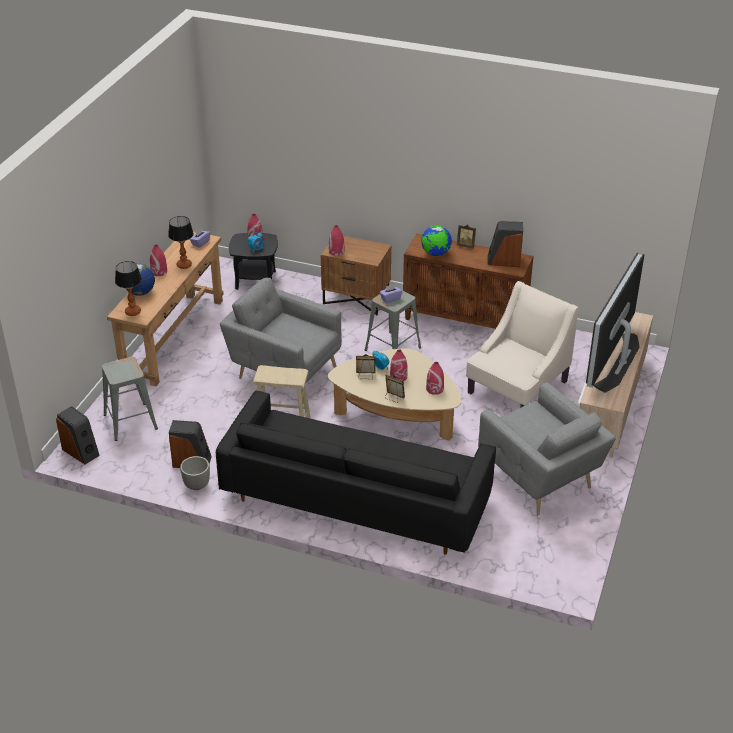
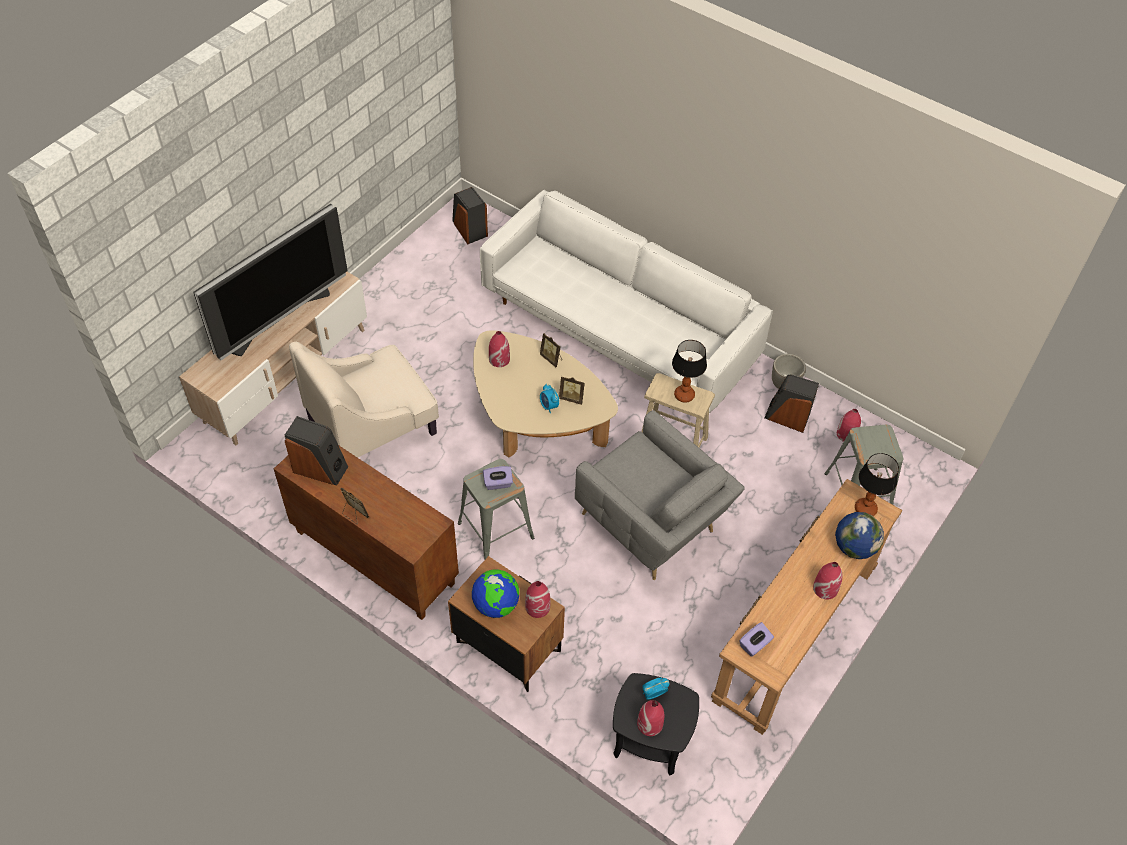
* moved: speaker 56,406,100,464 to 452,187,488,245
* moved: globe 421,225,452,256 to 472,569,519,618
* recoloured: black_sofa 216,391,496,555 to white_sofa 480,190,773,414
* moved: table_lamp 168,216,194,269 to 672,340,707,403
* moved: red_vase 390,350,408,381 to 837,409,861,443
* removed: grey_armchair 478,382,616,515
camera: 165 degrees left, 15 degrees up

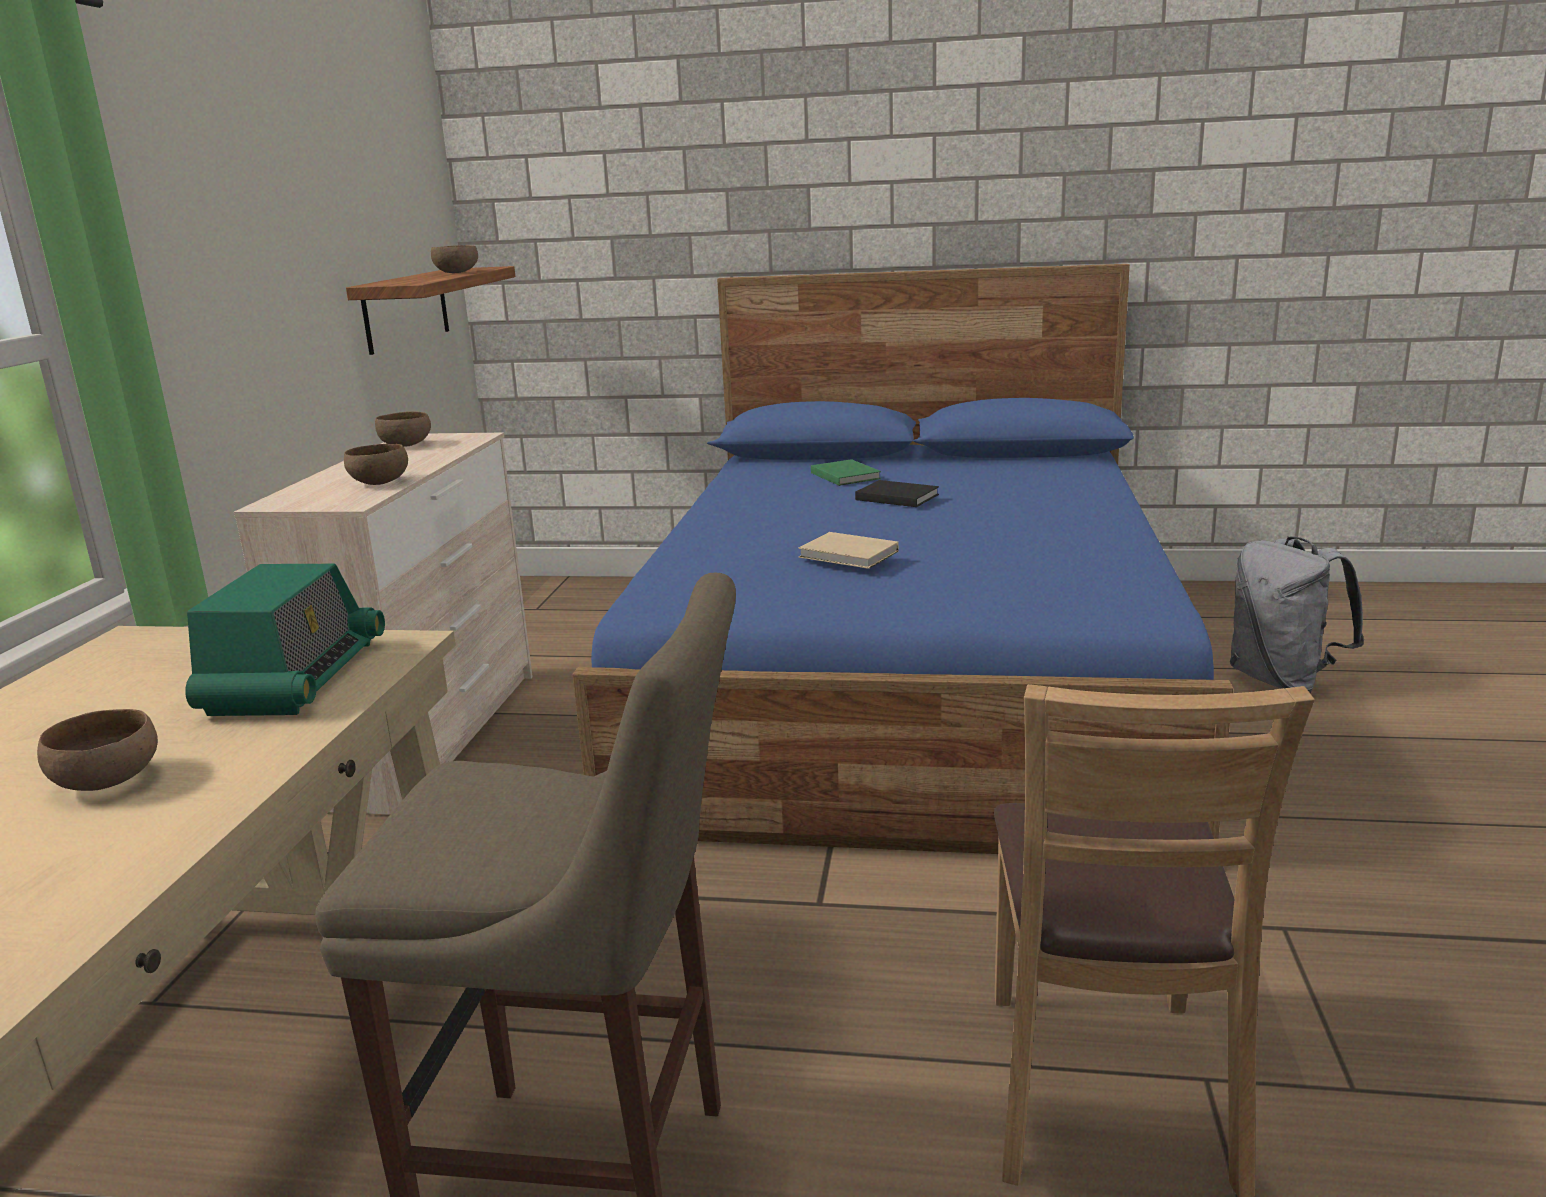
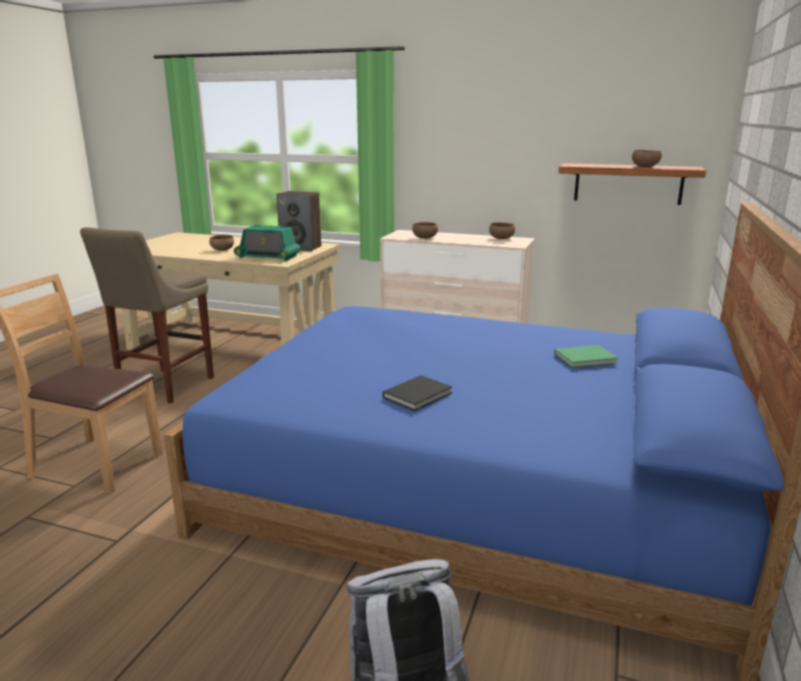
* added: speaker 276,191,321,251
* moved: black_book 855,480,939,507 to 383,375,452,411
* removed: beige_book 798,532,899,569
camera: 100 degrees right, 0 degrees up

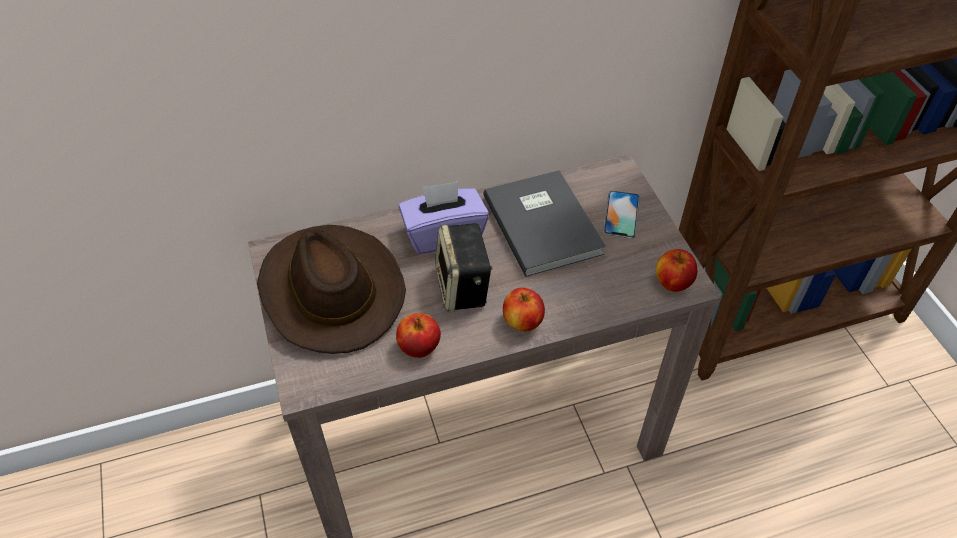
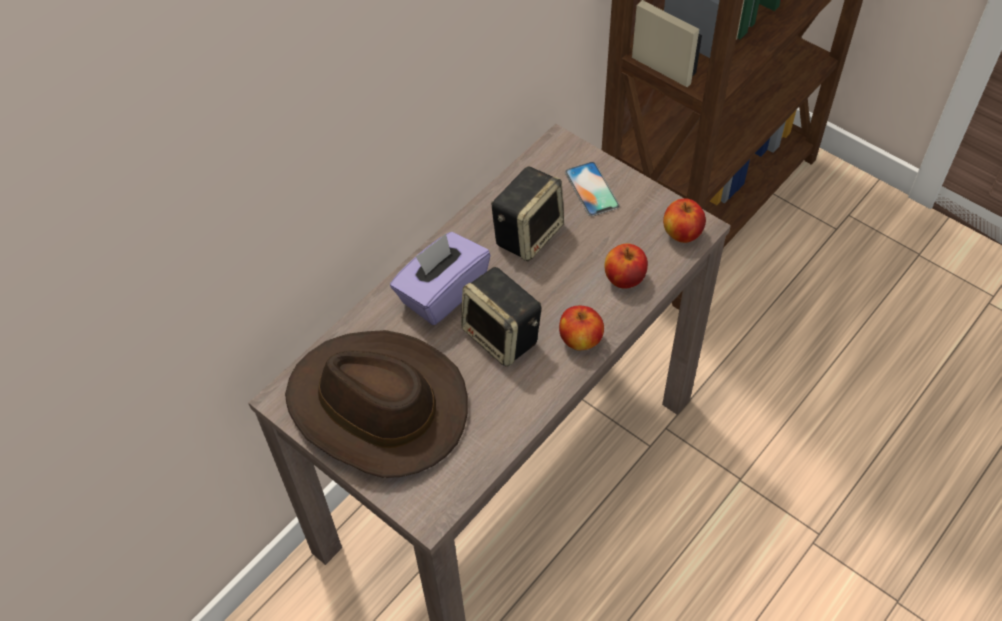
* replaced: grey_book 483,170,606,277 to speaker 491,166,564,261
* moved: apple 396,313,441,358 to 605,243,648,289
camera: 30 degrees left, 5 degrees up

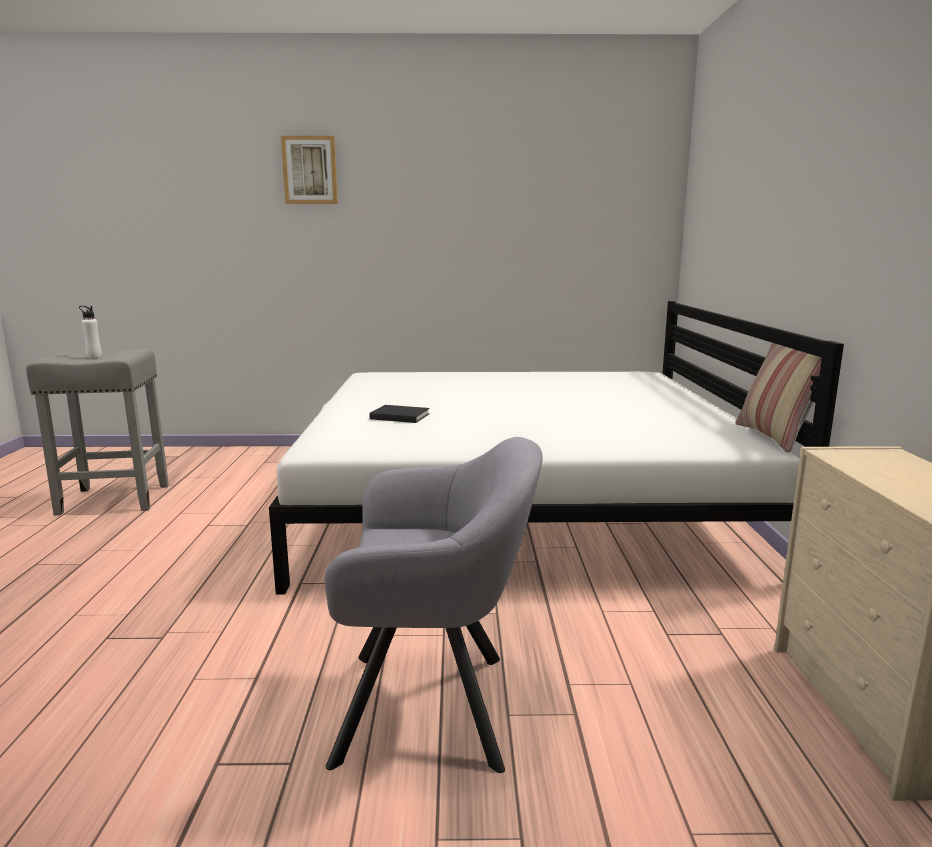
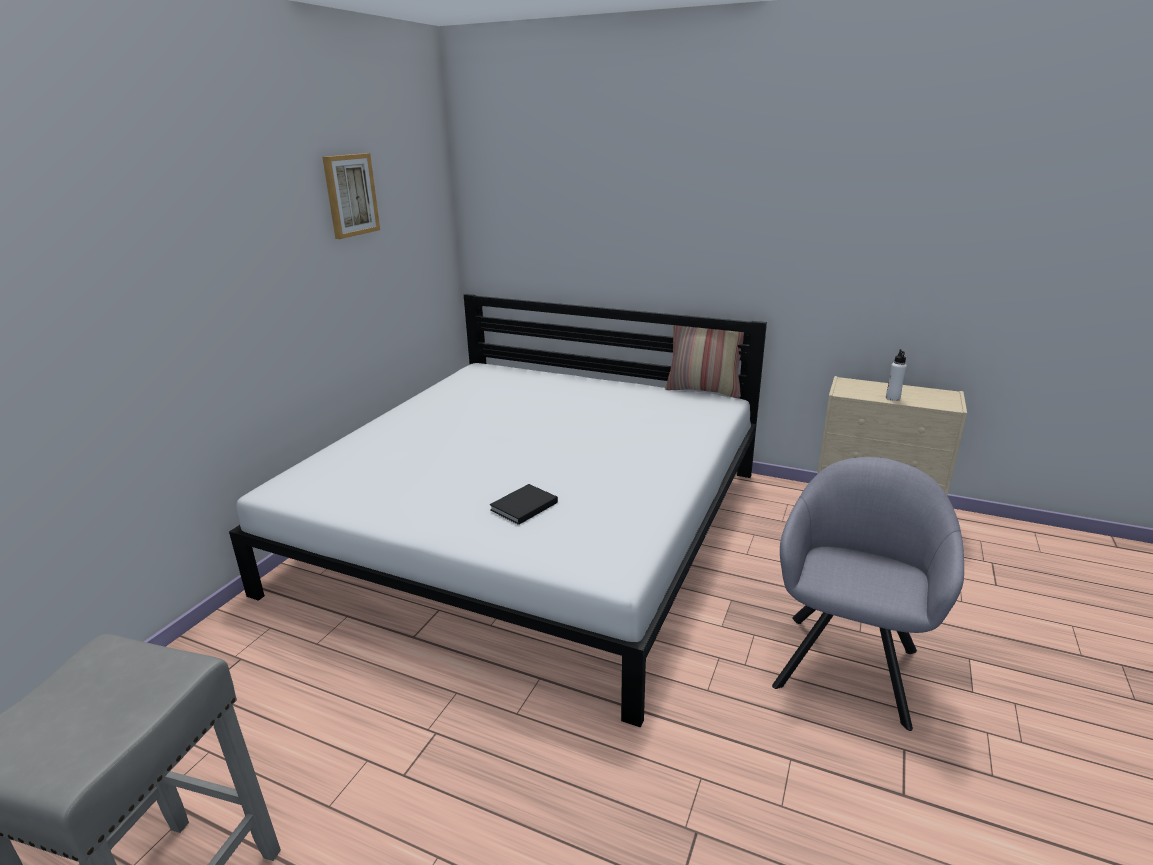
* moved: picture 281,136,338,204 to 322,153,380,239
* moved: white_bottle 79,306,102,358 to 886,349,907,401
camera: 65 degrees left, 10 degrees up

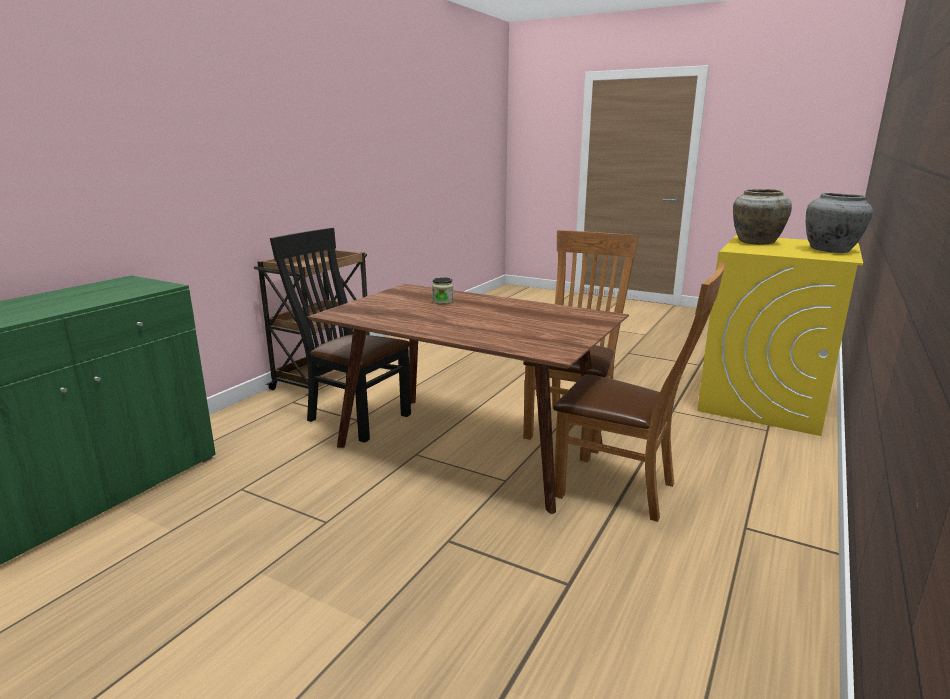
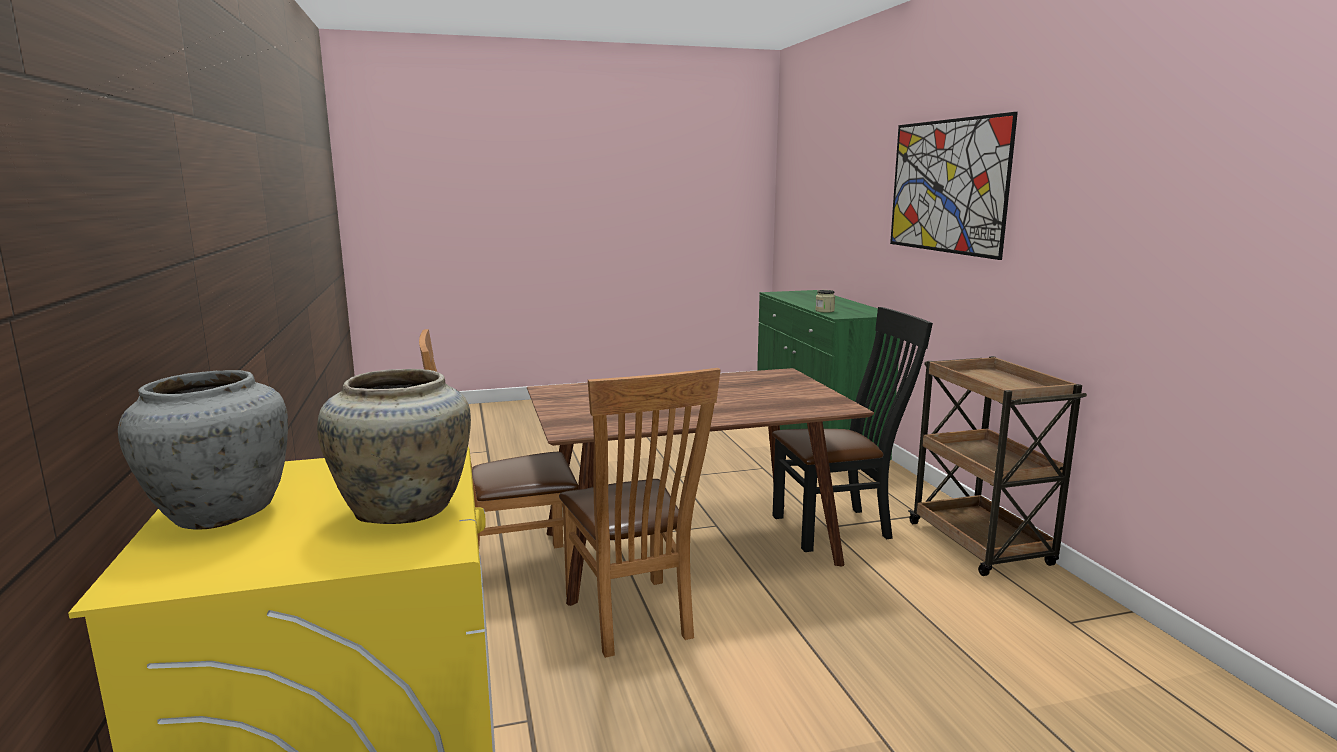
* moved: jar 432,277,454,304 to 815,290,835,313
* added: picture 890,112,1018,260
camera: 135 degrees right, 5 degrees down

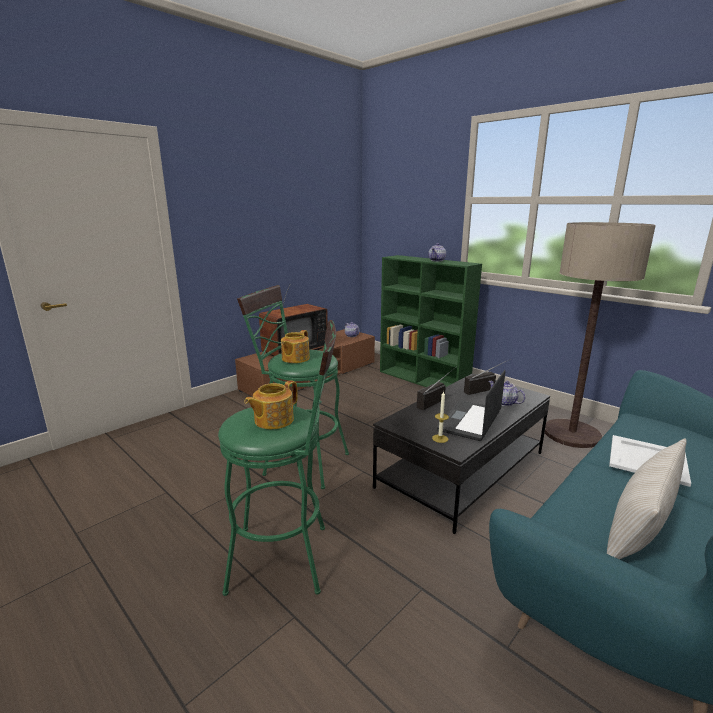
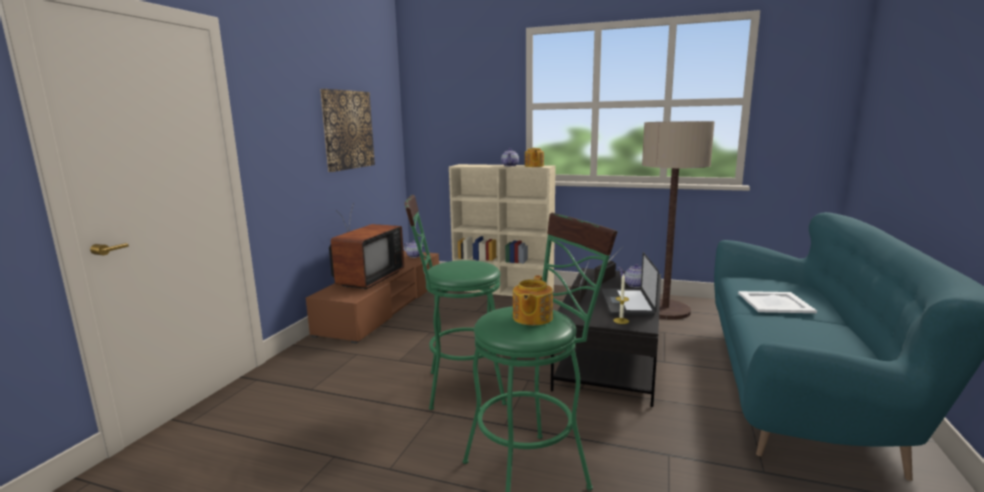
* added: picture 320,89,375,172
* recoloured: green_bookcase 380,255,482,387 to beige_bookcase 449,164,556,296
* moved: teapot 281,330,310,363 to 525,148,544,167
* removed: beige_pillow 607,438,687,559
camera: 25 degrees left, 5 degrees down

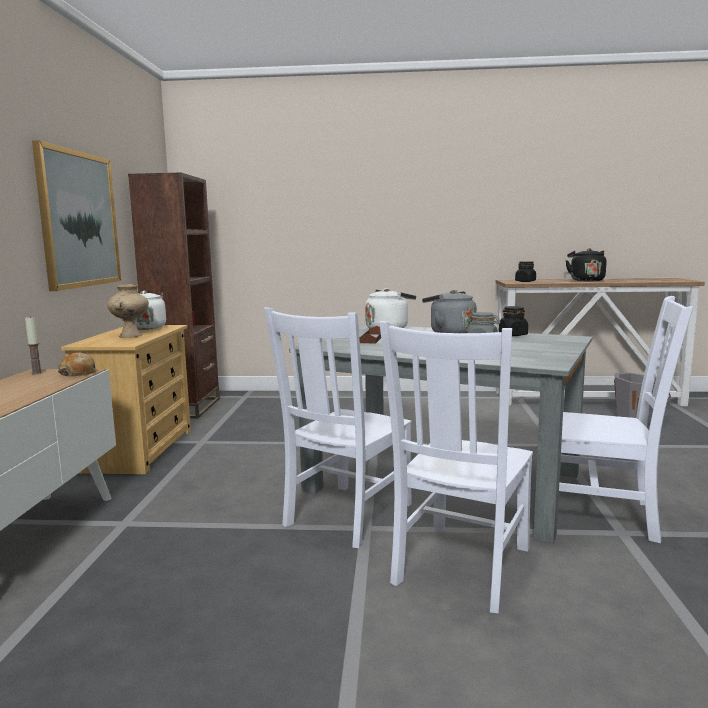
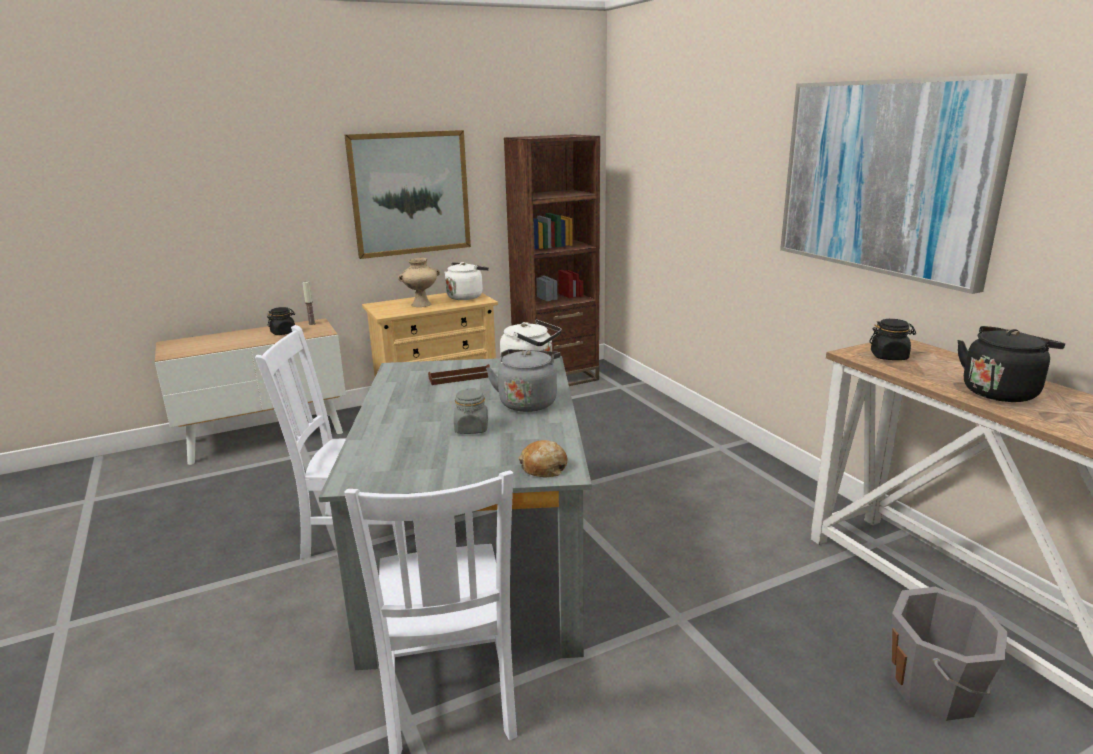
* moved: black_jar 499,306,528,336 to 267,307,295,335
* moved: bread 58,353,97,376 to 519,440,568,477
* added: picture 780,74,1028,294
* removed: white_chair 379,321,533,613
camera: 60 degrees right, 10 degrees up

